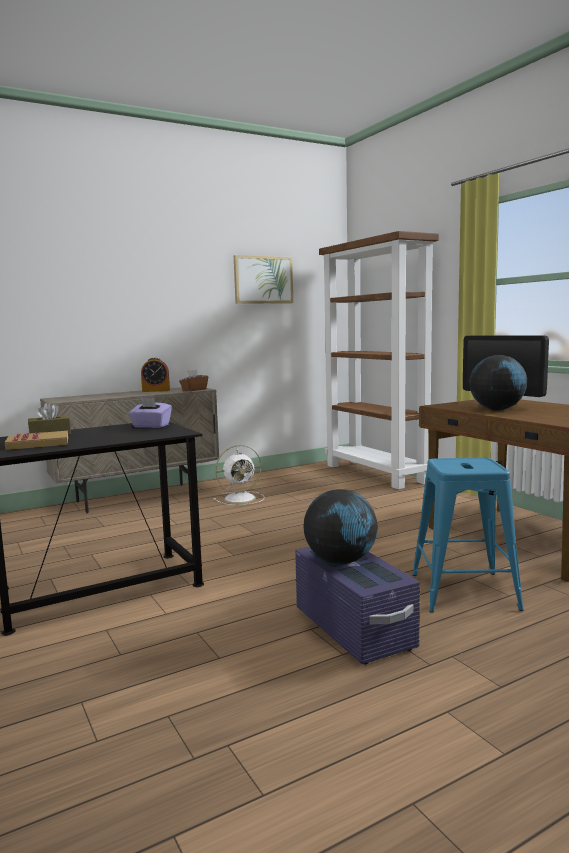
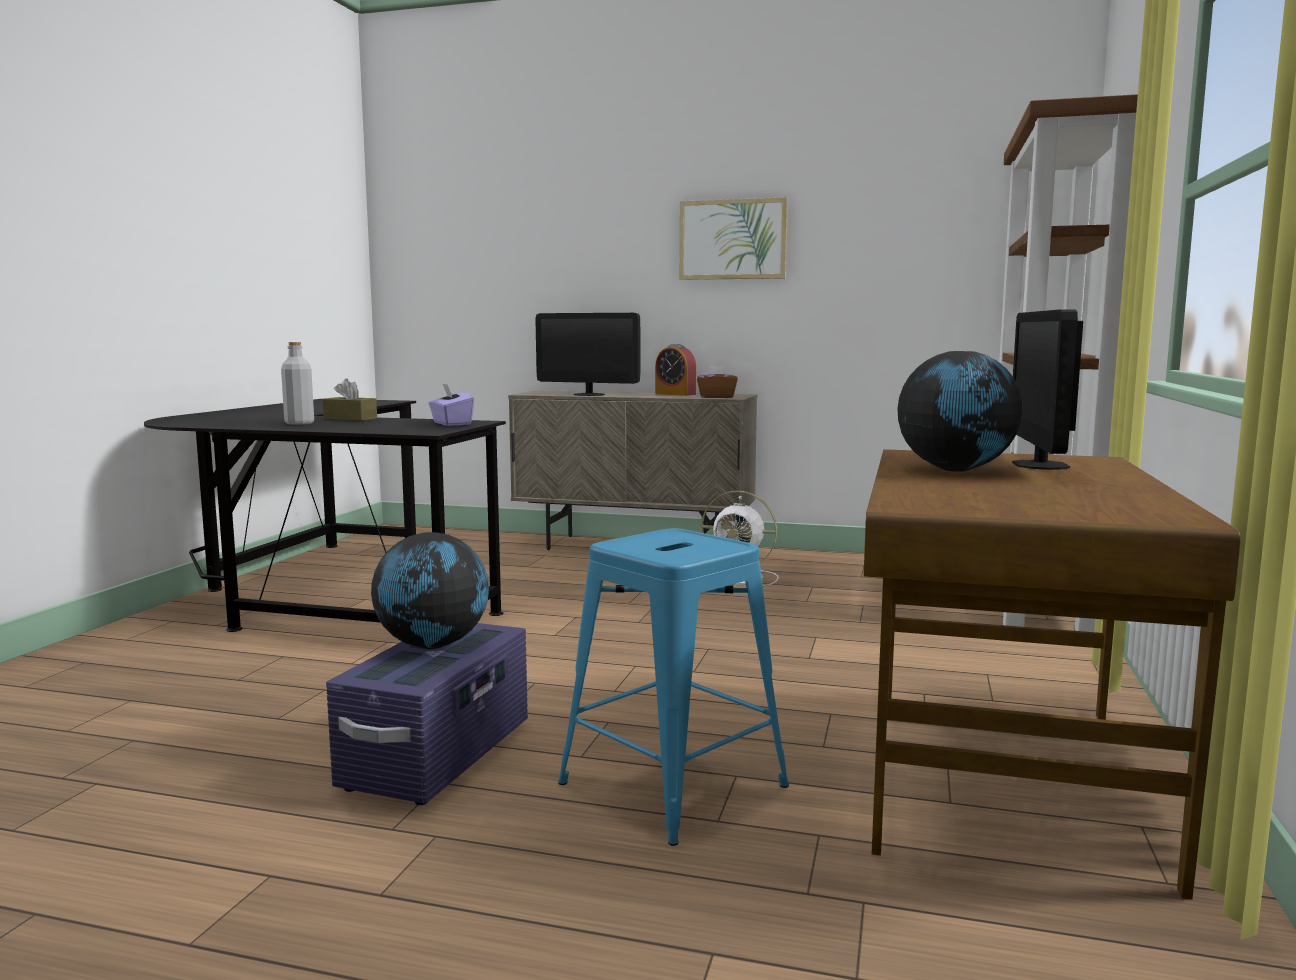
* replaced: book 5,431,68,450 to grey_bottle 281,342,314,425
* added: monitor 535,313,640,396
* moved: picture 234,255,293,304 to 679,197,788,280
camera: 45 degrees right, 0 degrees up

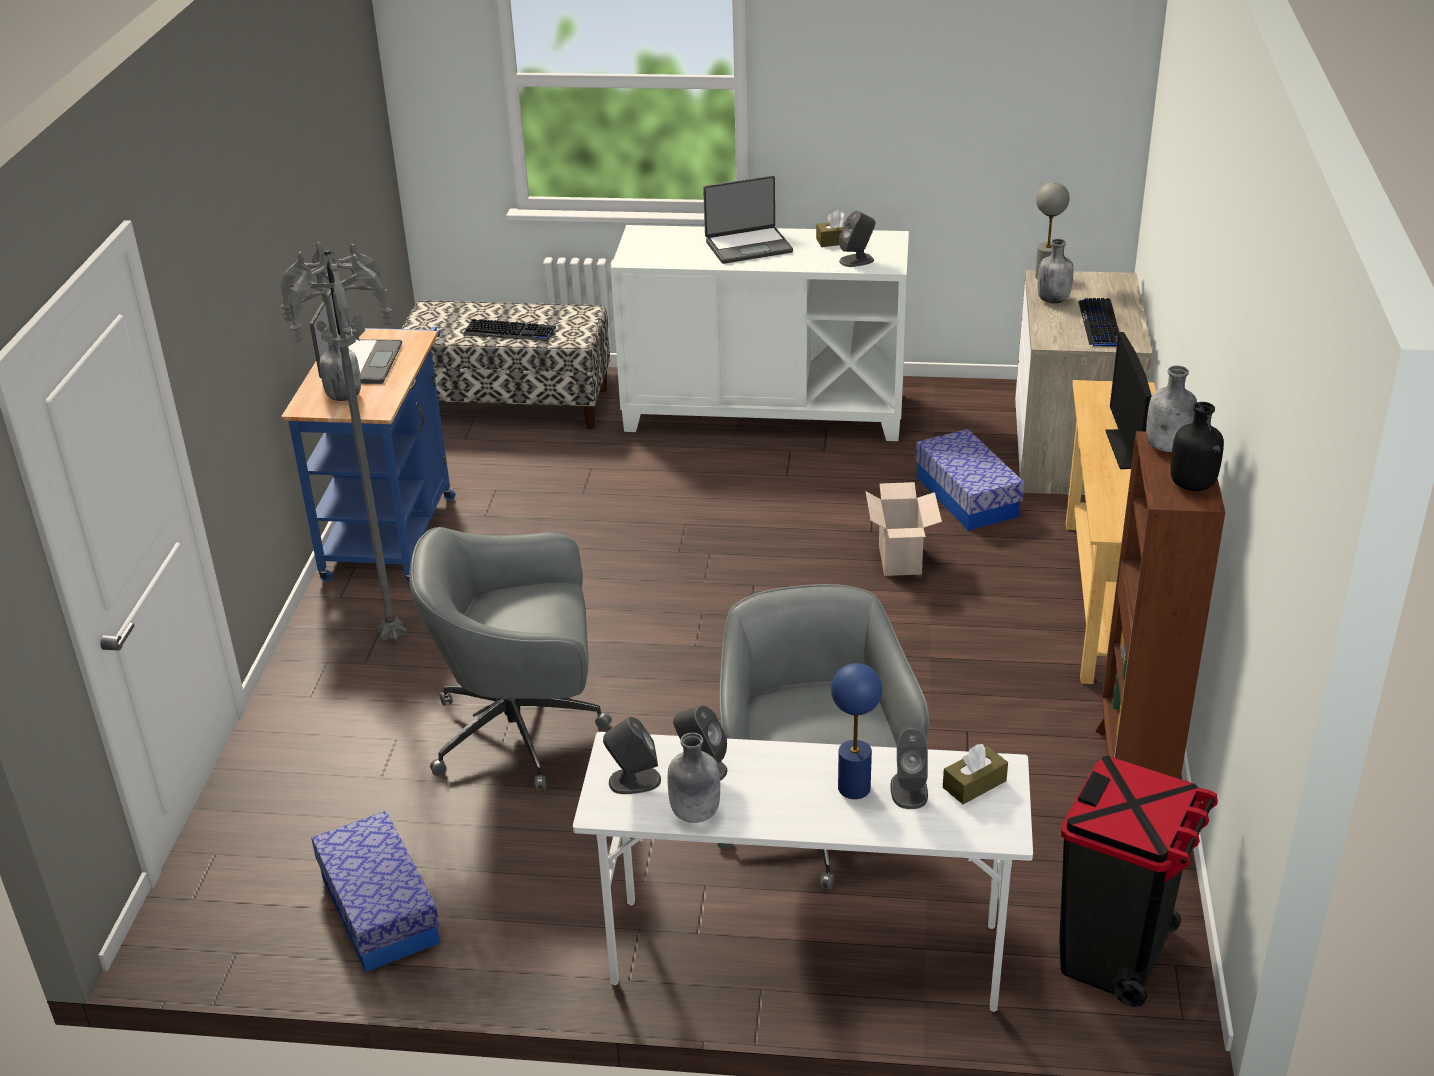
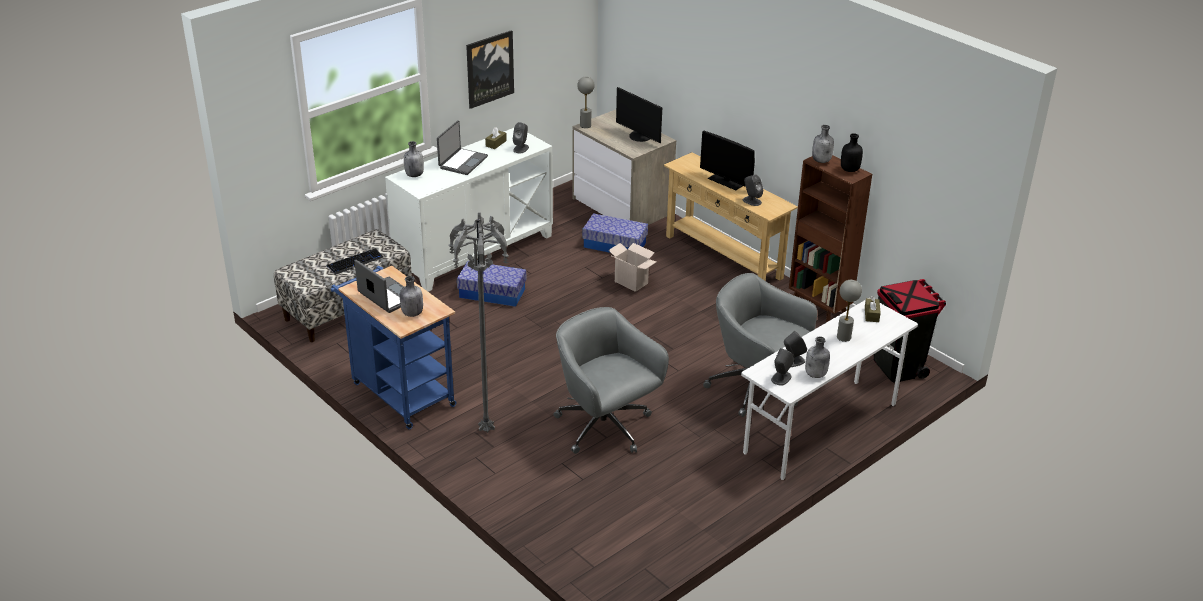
* moved: grey_bottle 1038,239,1074,303 to 404,141,424,177
* moved: storage_box 311,811,440,972 to 457,261,526,307
* added: picture 466,30,514,109
* turned: grey_office_chair 409,527,612,791 = 554,307,669,454 105 degrees clockwise
* replaced: keyboard 1078,298,1119,347 to monitor 616,87,662,143
* moved: grey_speaker 890,725,928,809 to 743,174,763,206
* recoloured: blue_table_lamp 831,663,882,799 to grey_table_lamp 837,280,862,342
camera: 50 degrees left, 0 degrees up

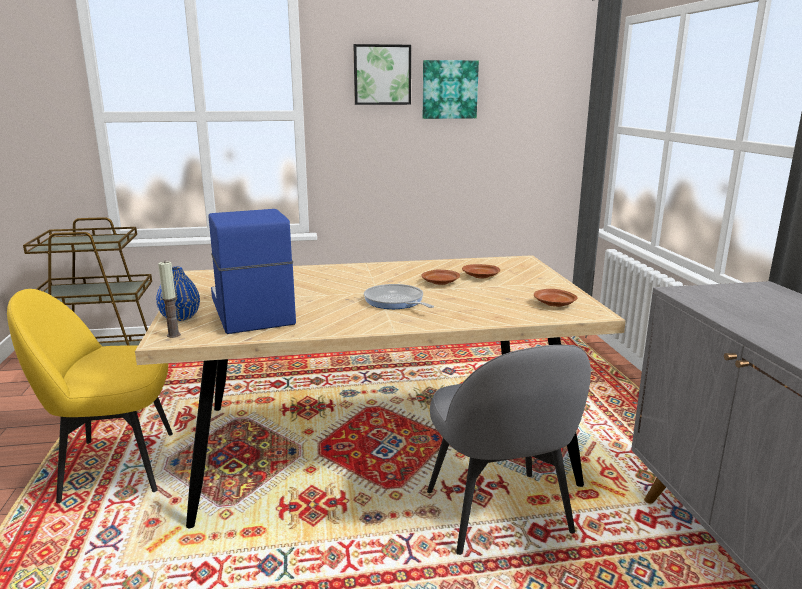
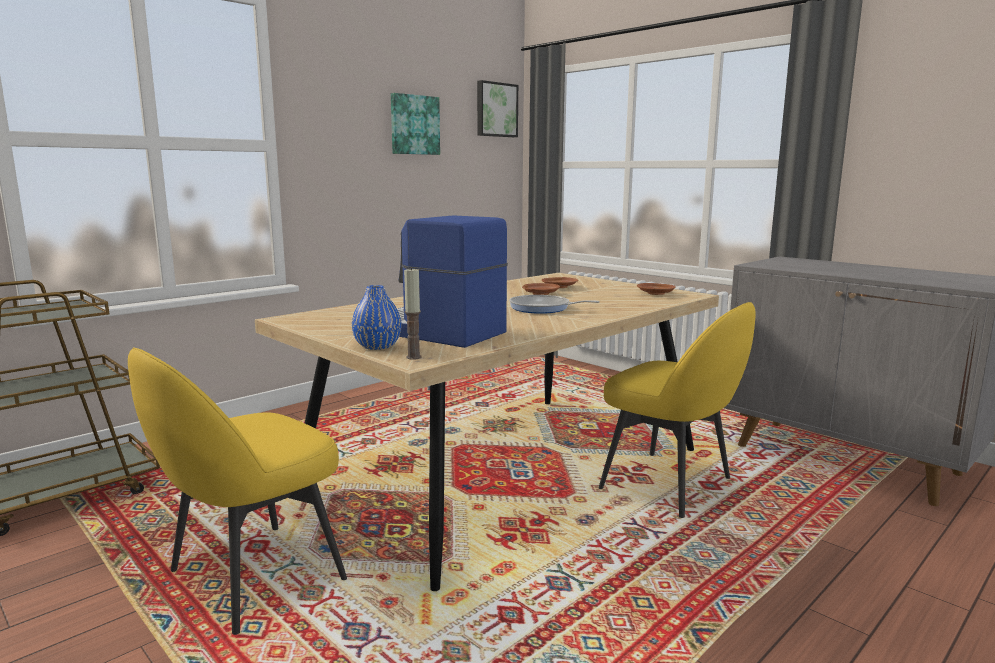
* moved: picture 353,44,411,105 to 477,80,518,137
* recoloured: grey_chair 427,345,591,555 to yellow_chair 598,302,756,518
camera: 35 degrees left, 5 degrees down

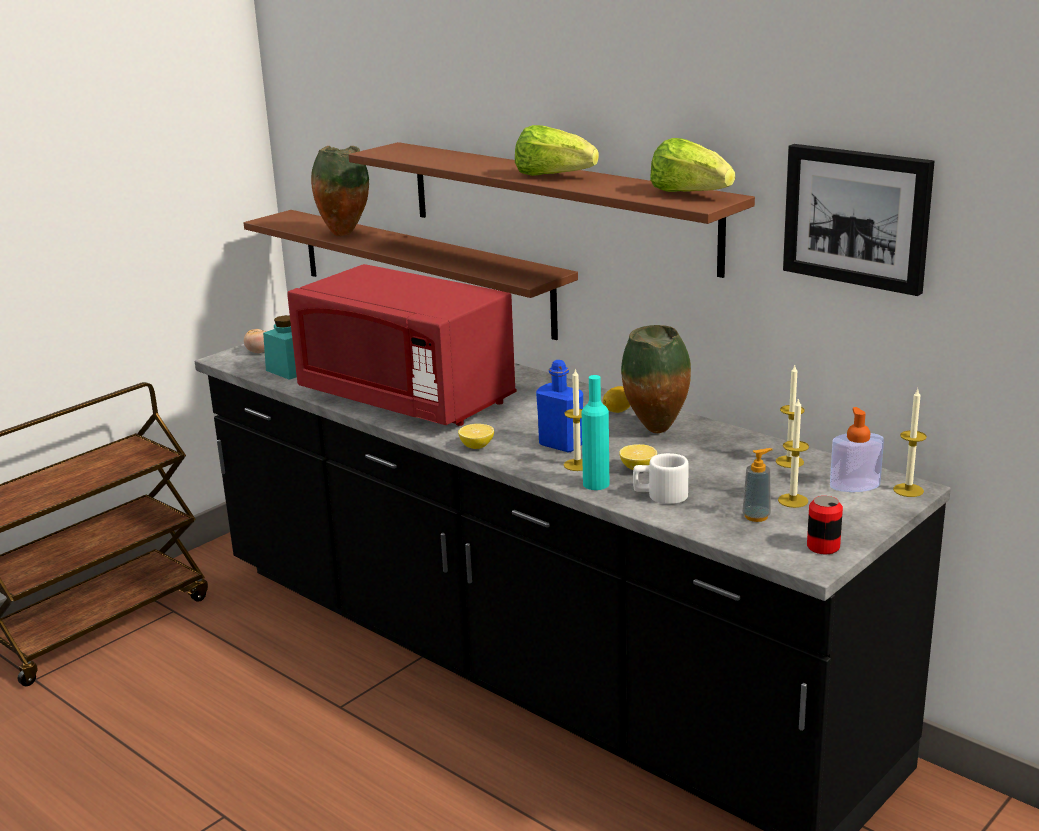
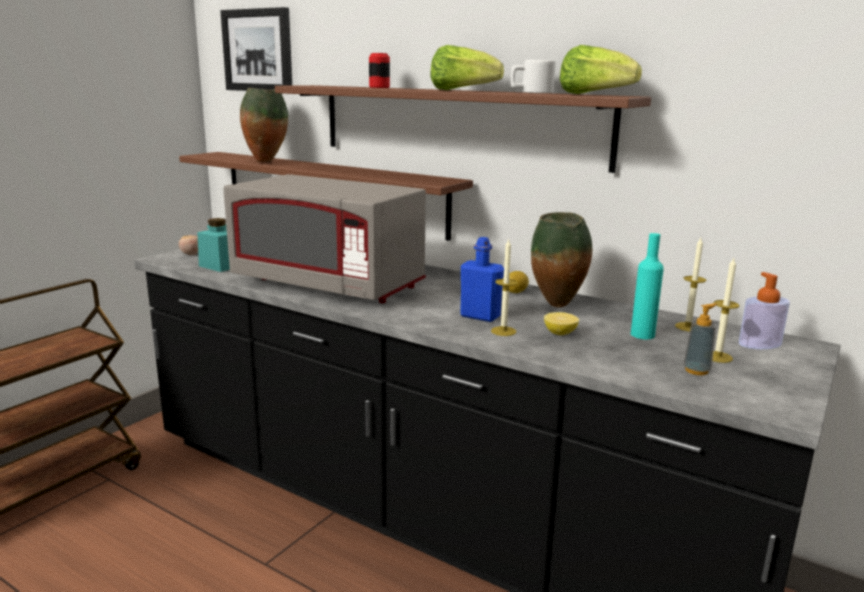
* moved: picture 783,144,935,296 to 220,7,292,91
* recoloured: red_microwave 287,264,517,426 to grey_microwave 224,174,426,303
* moved: can 807,496,843,554 to 369,53,390,88
* moved: white_mug 633,453,689,504 to 511,60,555,93
* moved: turquoise_bottle 582,375,609,490 to 631,233,664,339
* removed: lemon 458,424,494,449
* removed: candle 893,389,927,497
camera: 10 degrees left, 5 degrees down

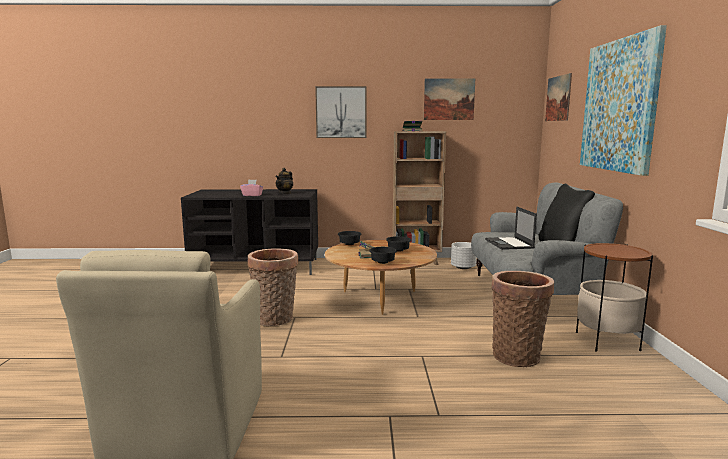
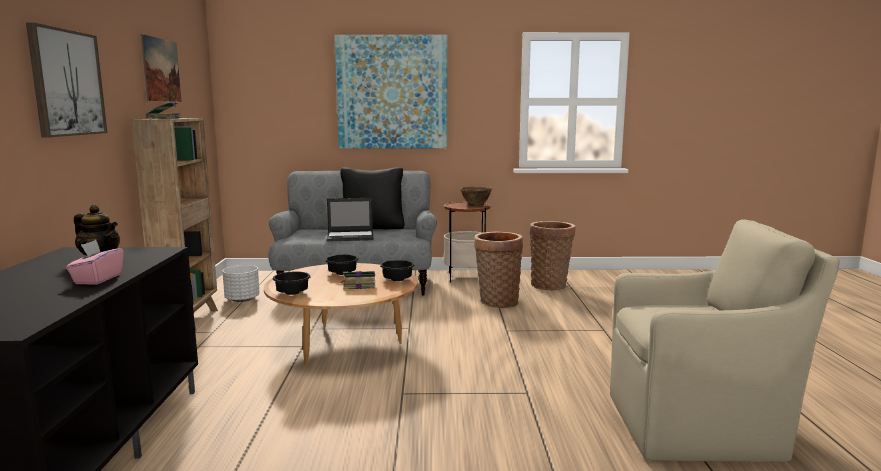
* added: brown_bowl 461,186,492,206
* moved: basket 248,248,298,326 to 530,221,575,290
* removed: picture 545,73,572,121
camera: 90 degrees left, 0 degrees up

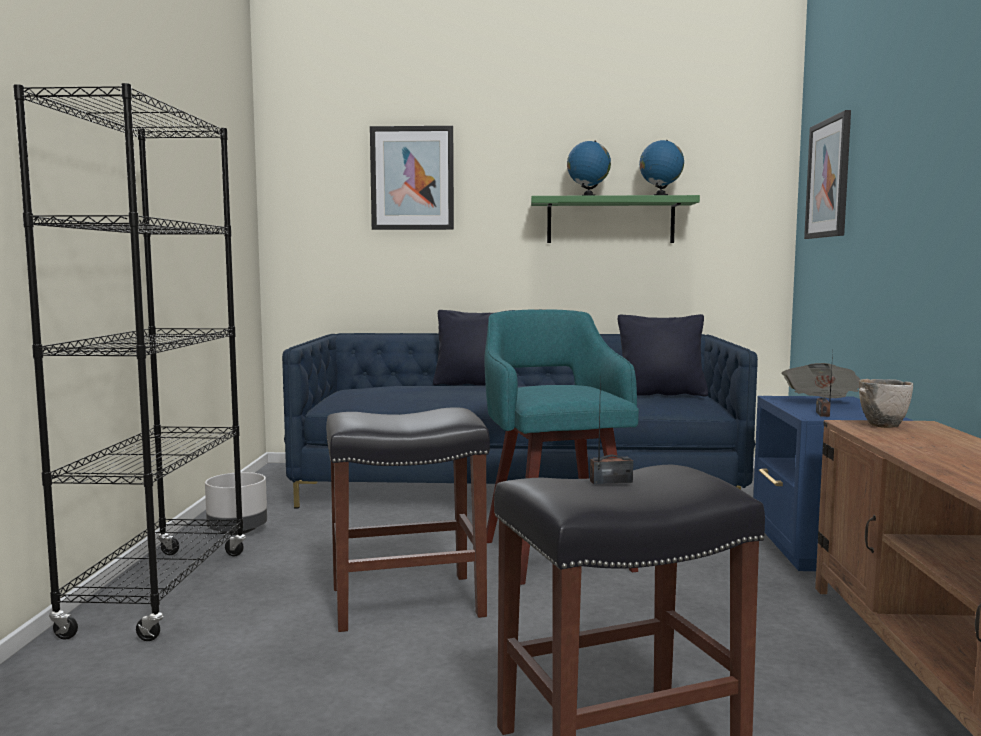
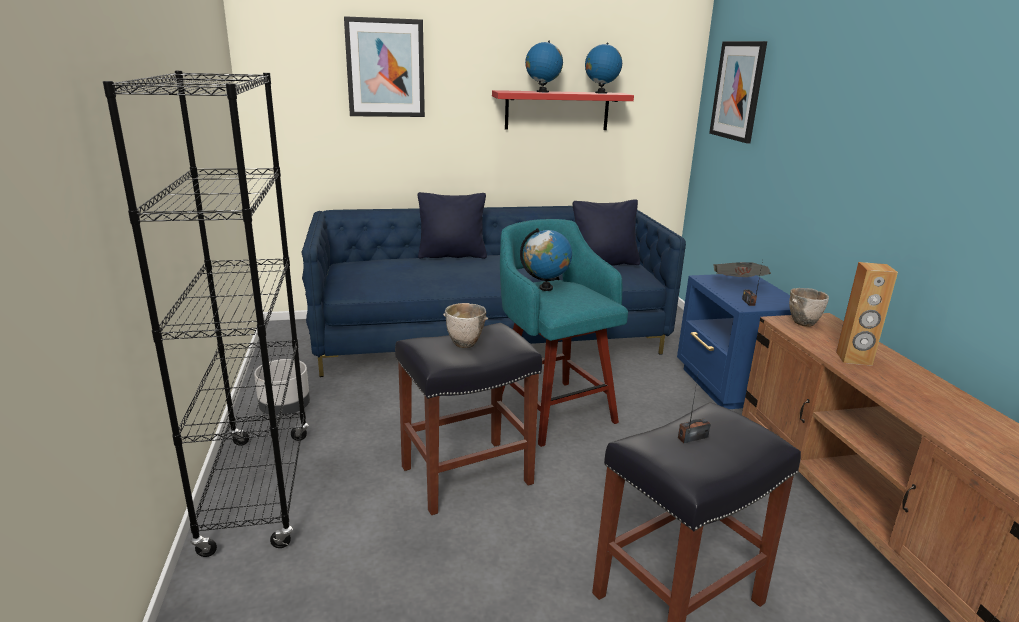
* added: bowl 443,303,488,348
* recoloured: green_shelf 531,195,700,243 to red_shelf 492,90,634,130
* added: globe 520,228,572,291
* added: brown_speaker 836,262,898,366
camera: 15 degrees left, 15 degrees up

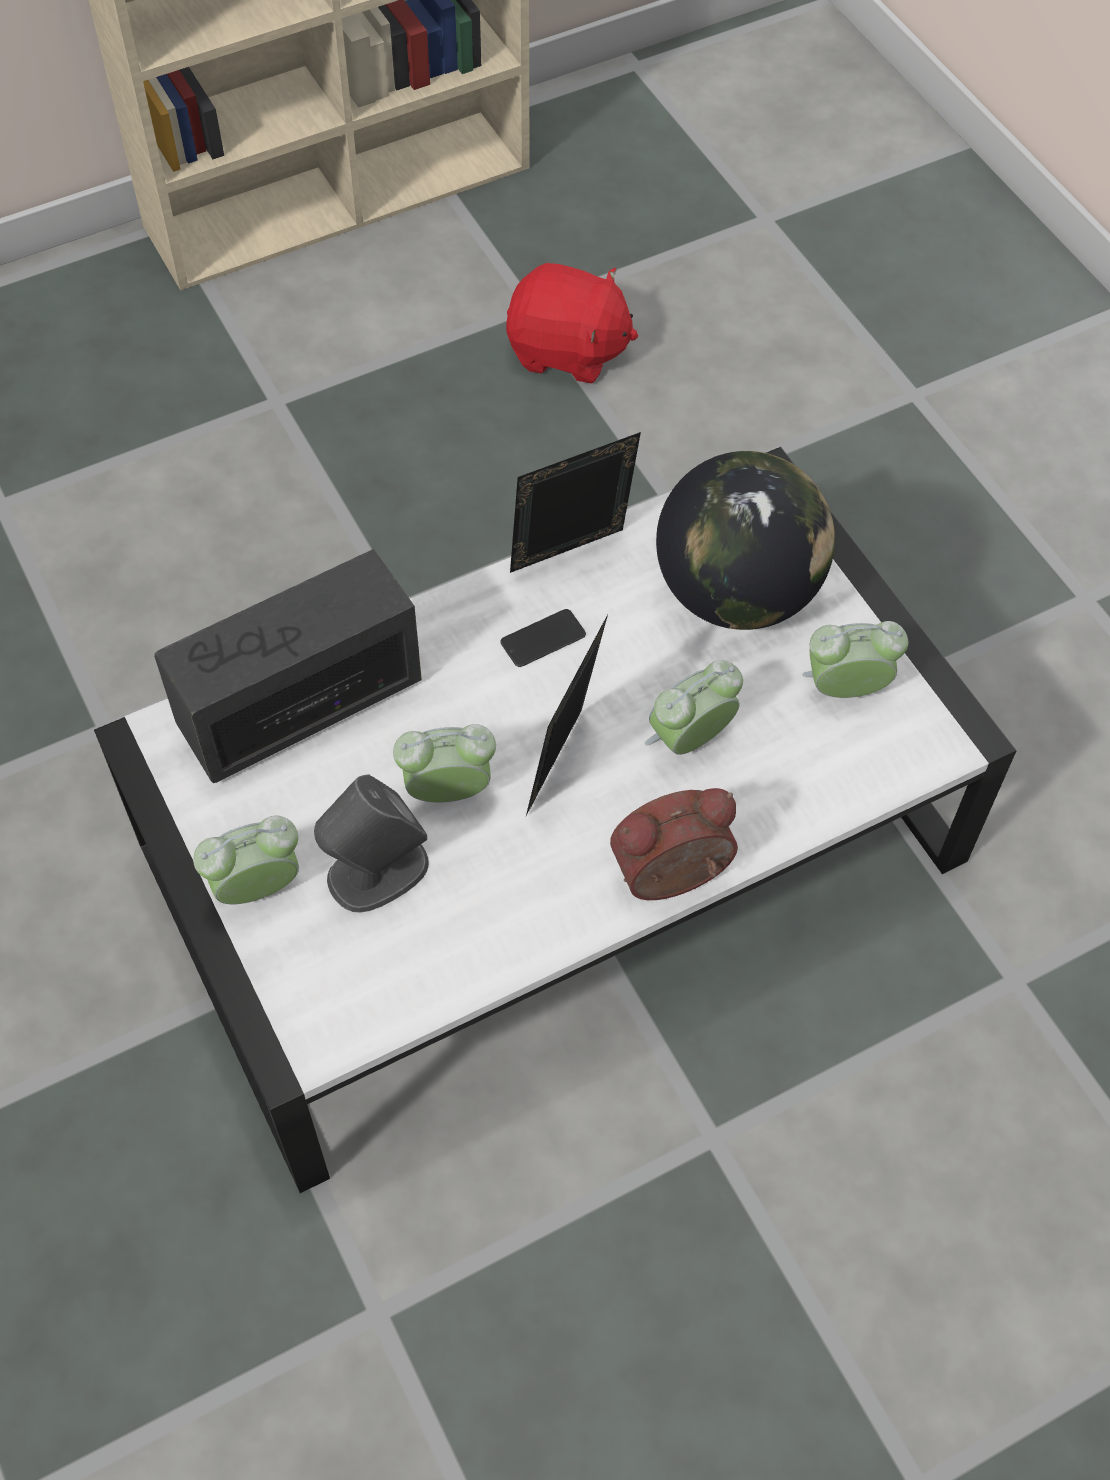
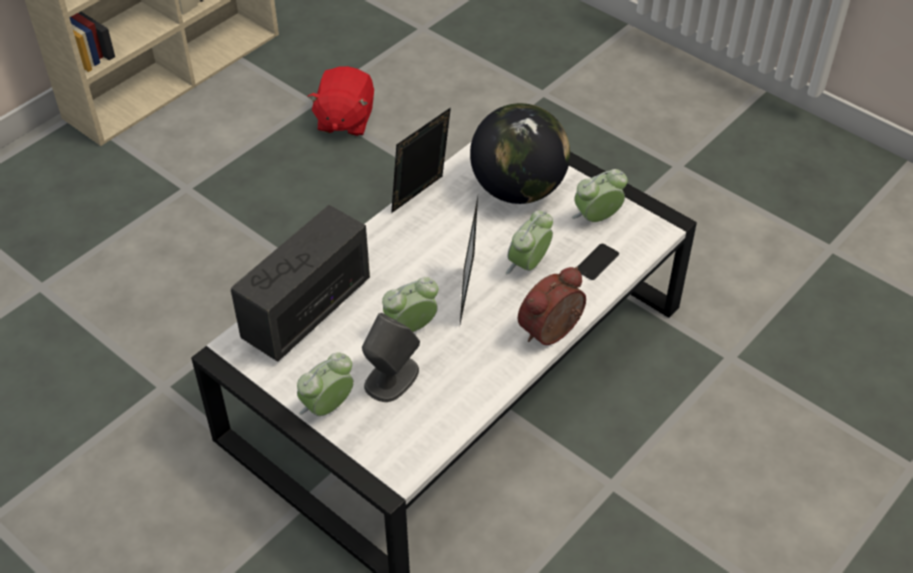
* turned: red_plush_toy 506,263,638,383 = 308,66,374,136 105 degrees clockwise
* moved: phone 500,609,586,667 to 577,244,619,280
camera: 20 degrees left, 10 degrees down

